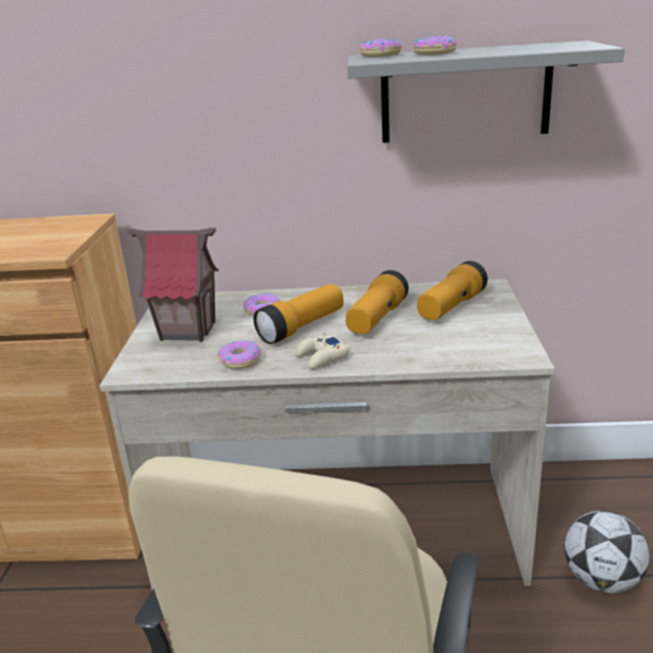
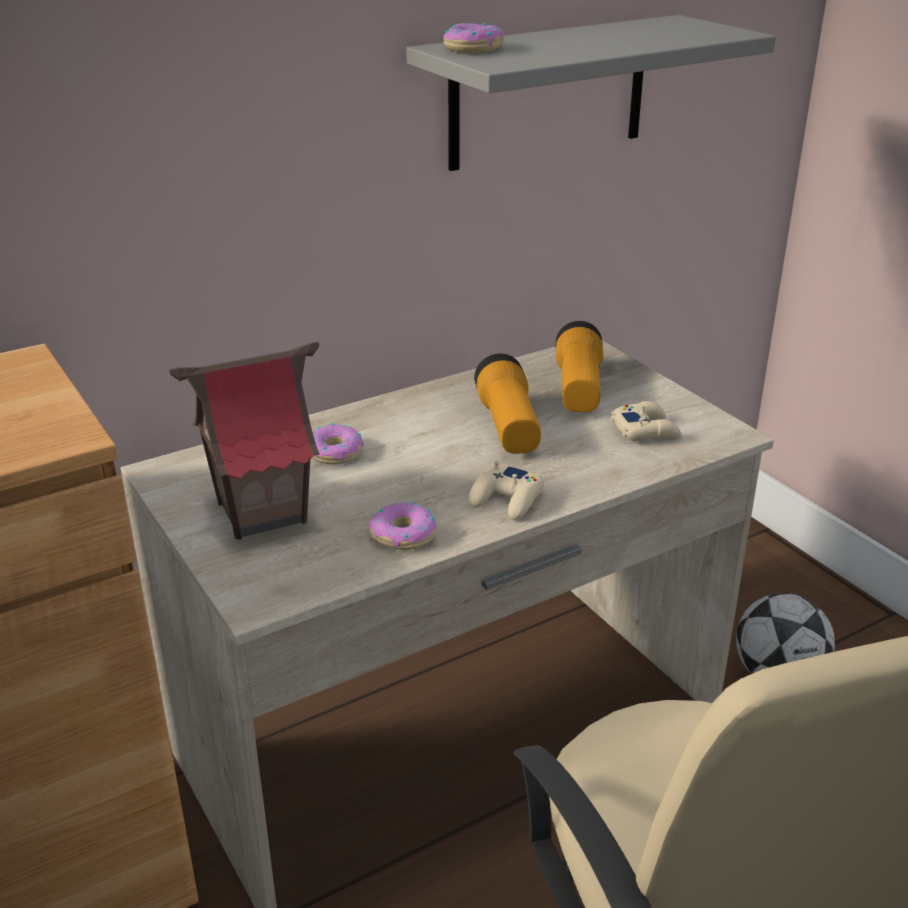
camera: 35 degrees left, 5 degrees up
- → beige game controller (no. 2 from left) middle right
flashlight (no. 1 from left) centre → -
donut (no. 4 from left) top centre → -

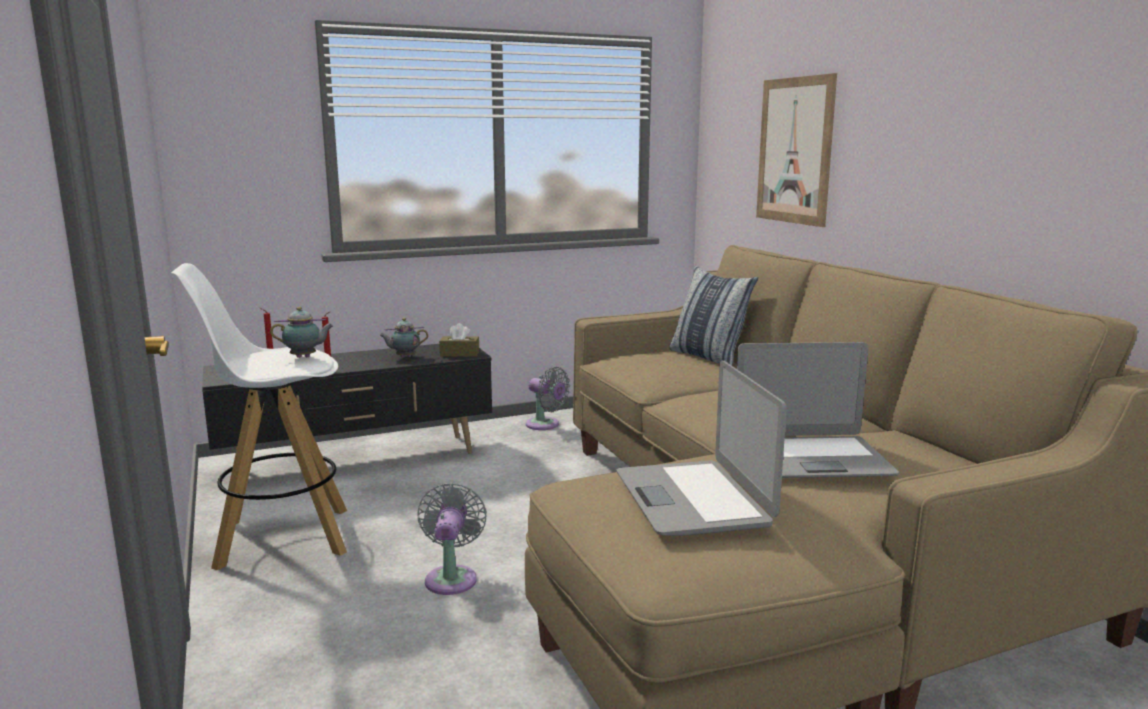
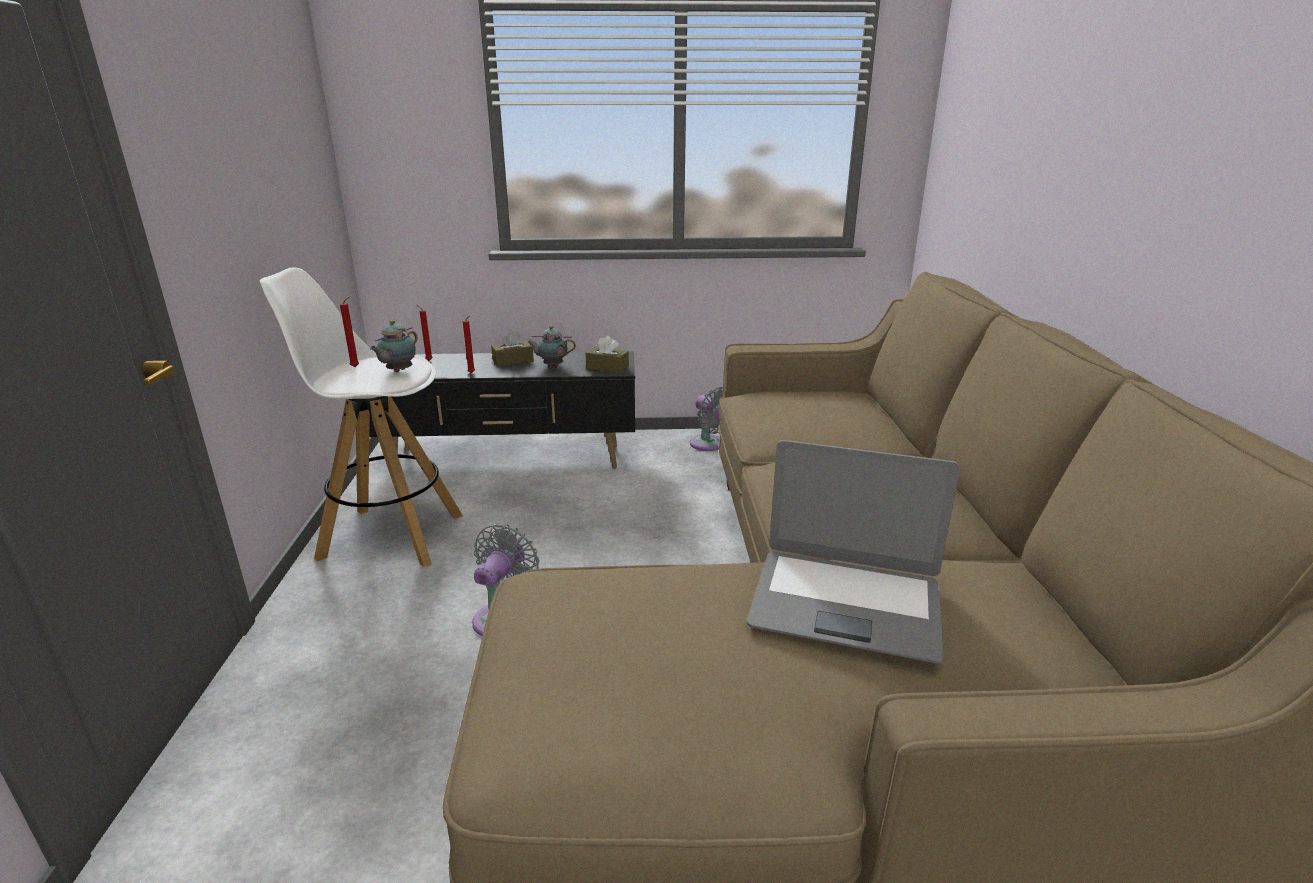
camera: 20 degrees right, 10 degrees up
- → red candle (no. 1 from left) middle left
teapot (no. 1 from left) middle left, 105 degrees clockwise
- → brown tissue box (no. 1 from left) centre
laptop (no. 1 from left) centre → -
pillow centre → -
picture top right → -

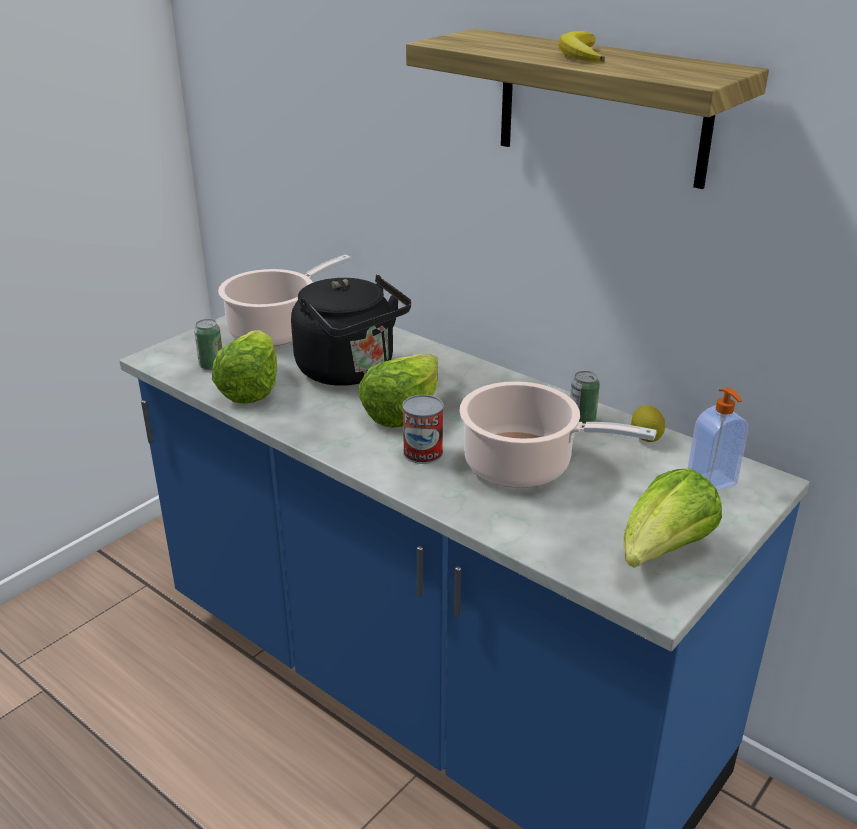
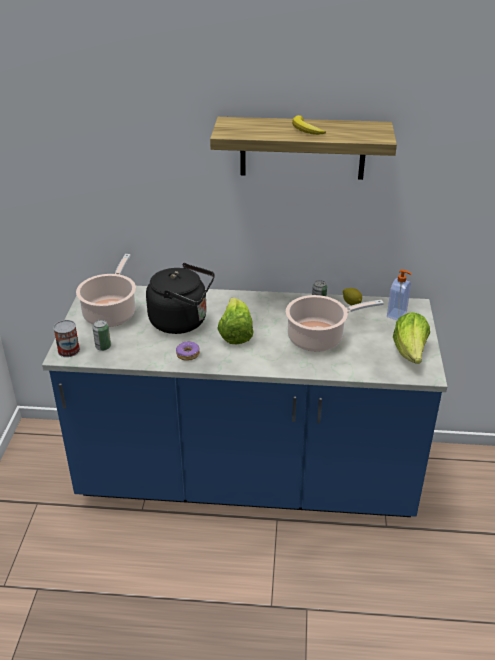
camera: 35 degrees left, 5 degrees up
can (no. 2 from left in the first image) centre → can (no. 1 from left) middle left, shifted
- → donut centre
lettuce (no. 1 from left) middle left → -

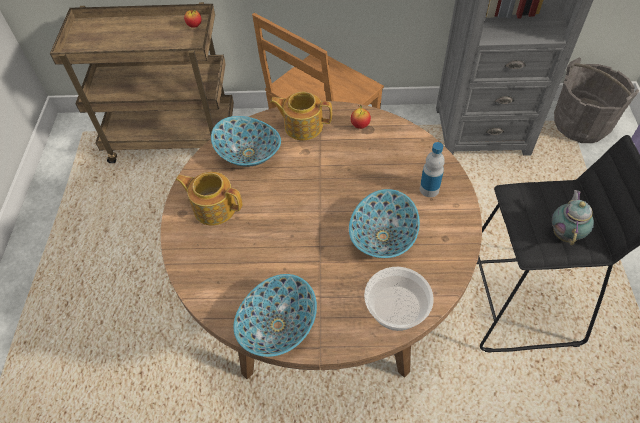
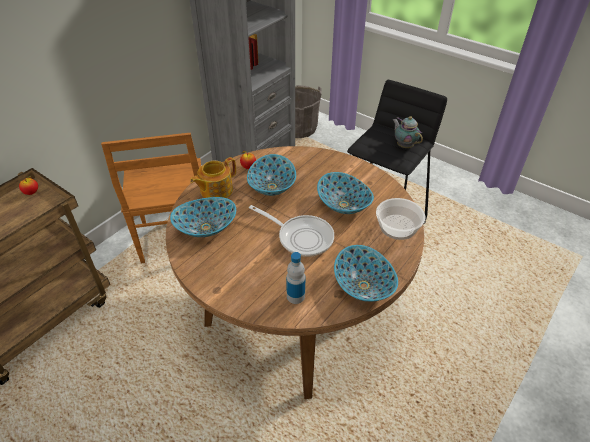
camera: 55 degrees left, 10 degrees down
- → bowl (no. 2 from left) centre
- → frying pan centre
bottle middle right → bottle centre, shifted
teapot (no. 1 from left) middle left → -

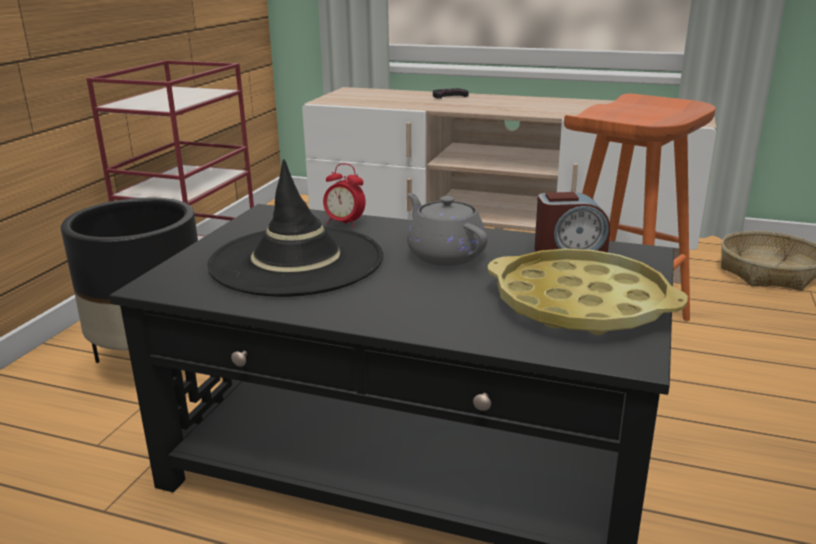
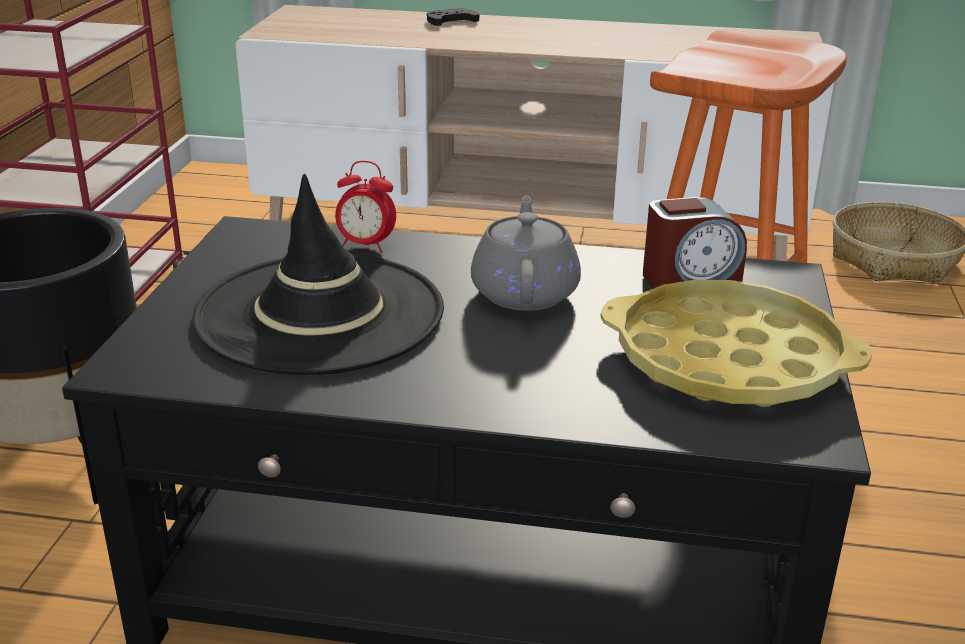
camera: 10 degrees left, 5 degrees up
grey teapot centre, 45 degrees clockwise

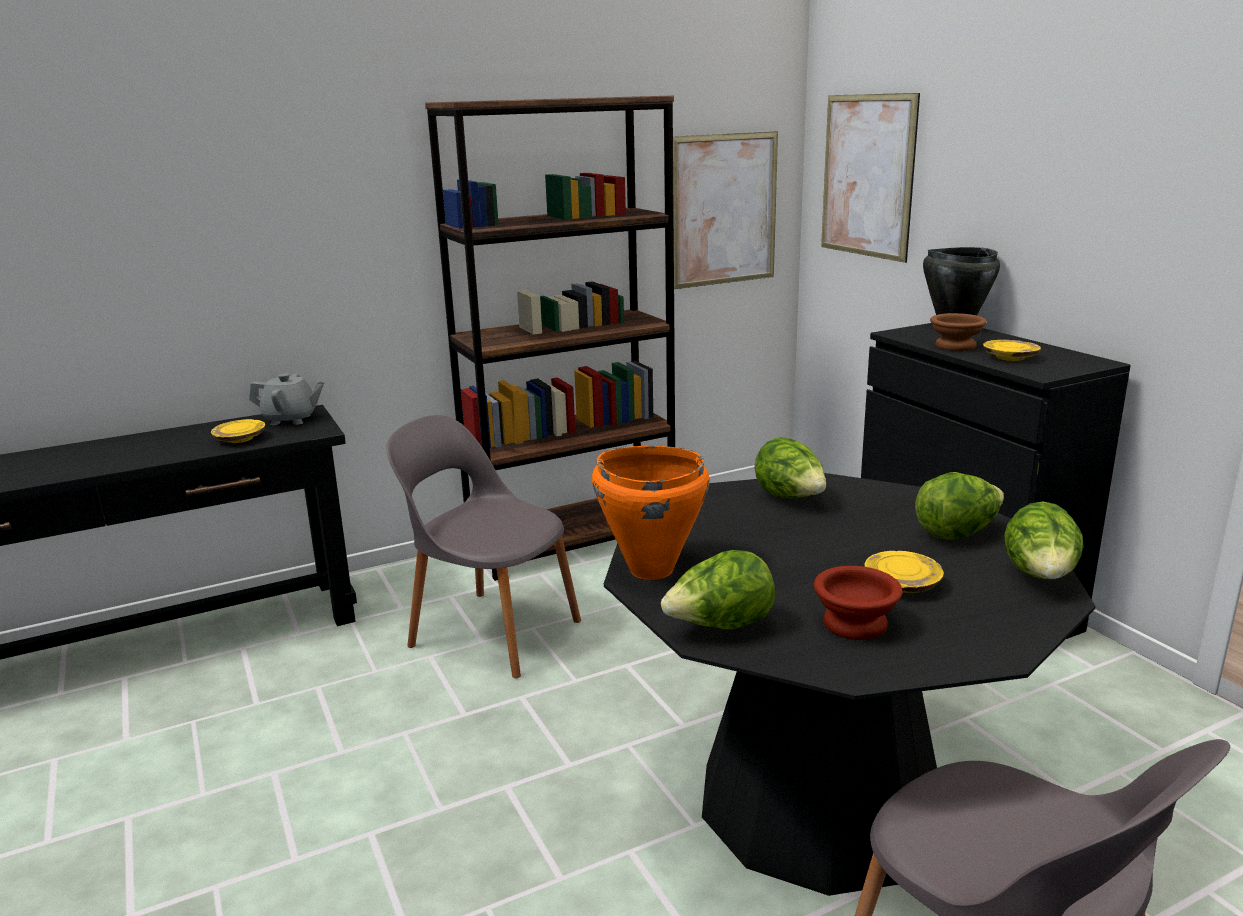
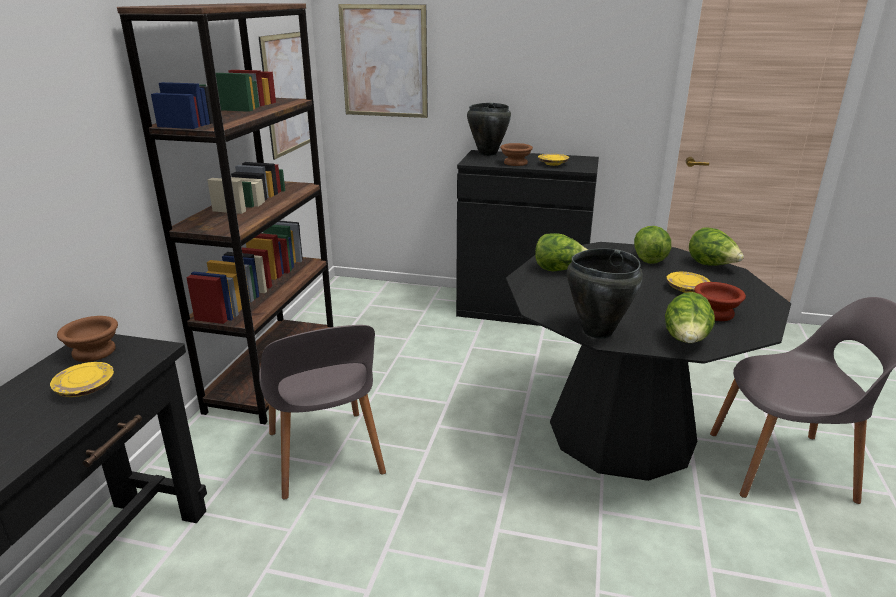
camera: 50 degrees left, 5 degrees up
grey teapot middle left → brown bowl (no. 1 from left) middle left
grey chair (no. 1 from left) centre → grey chair (no. 1 from left) bottom centre, 90 degrees counterclockwise
orange cooking pot centre → black cooking pot (no. 2 from left) middle right

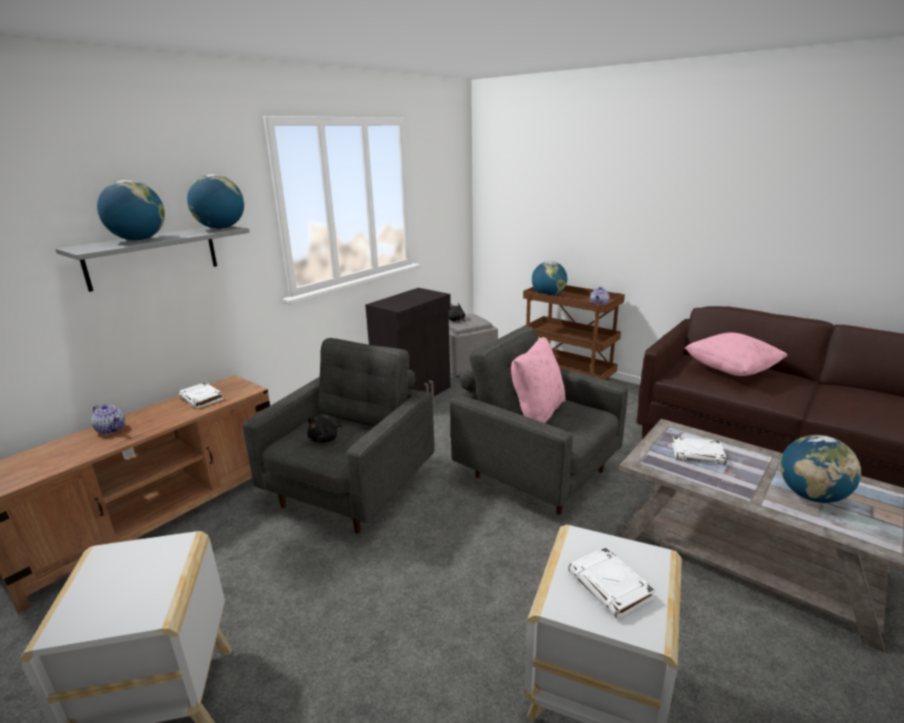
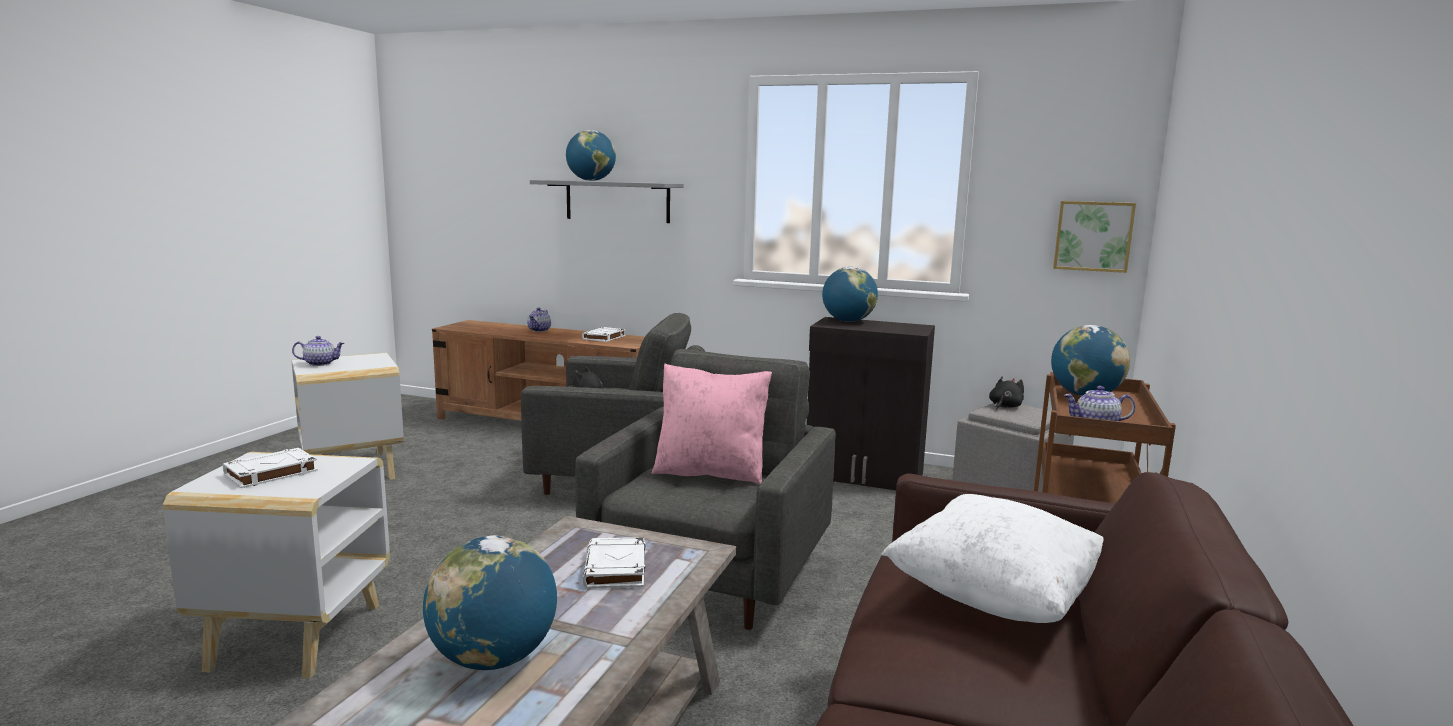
camera: 70 degrees right, 10 degrees down
- → teapot (no. 1 from left) middle left
globe (no. 2 from left in the first image) top left → globe (no. 3 from left) centre, shifted
pink pillow (no. 2 from left) middle right → white pillow bottom right
- → picture top right

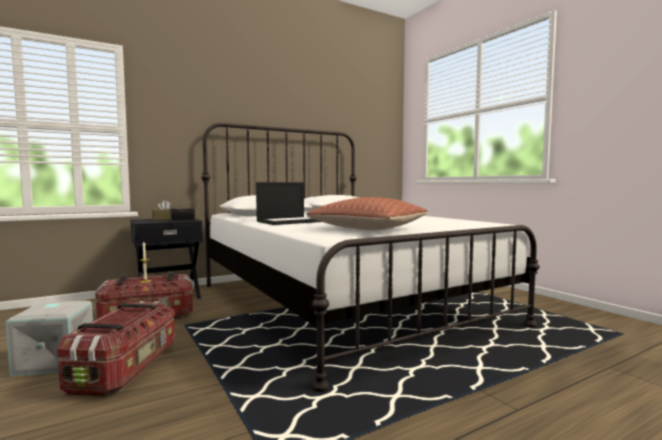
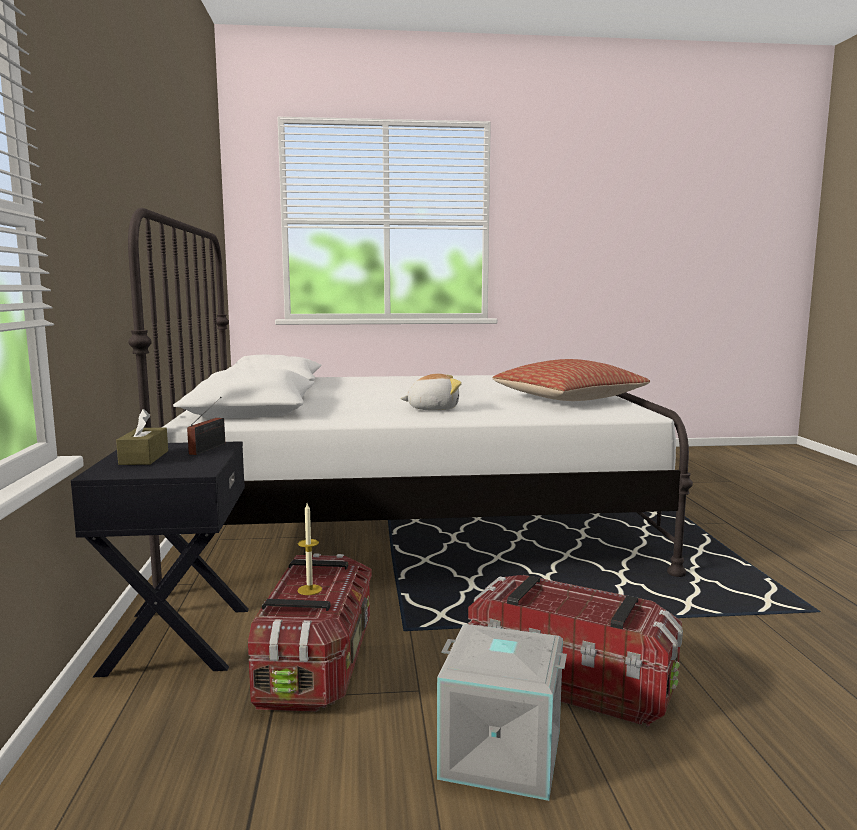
camera: 65 degrees left, 5 degrees up
laptop centre → plush toy centre

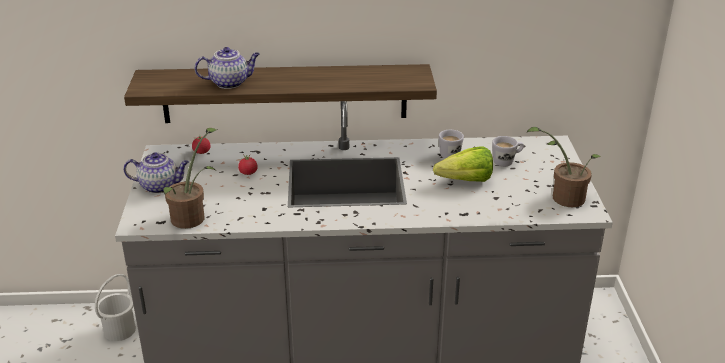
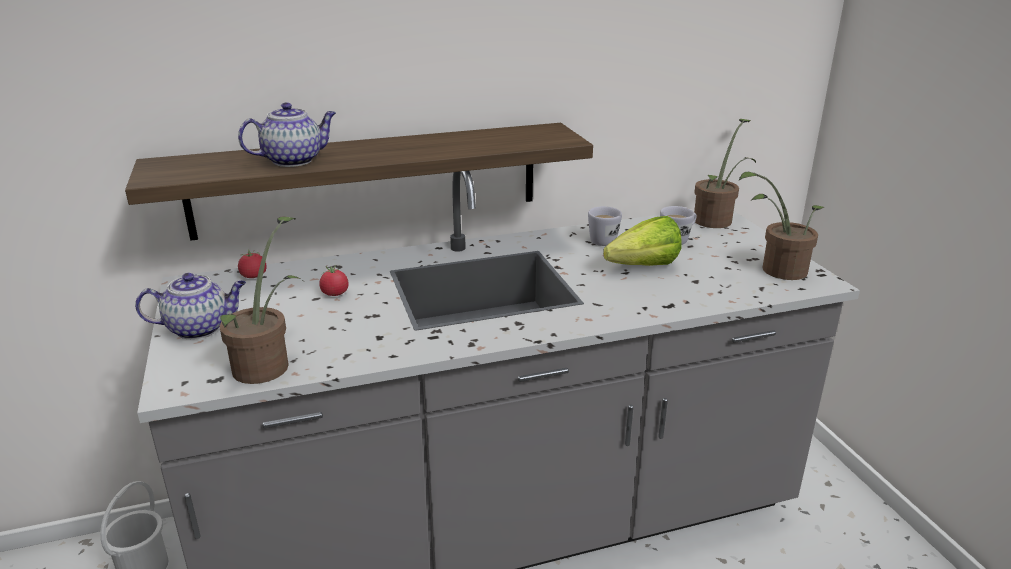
camera: 15 degrees left, 5 degrees down
- → potted plant (no. 2 from left) top right

